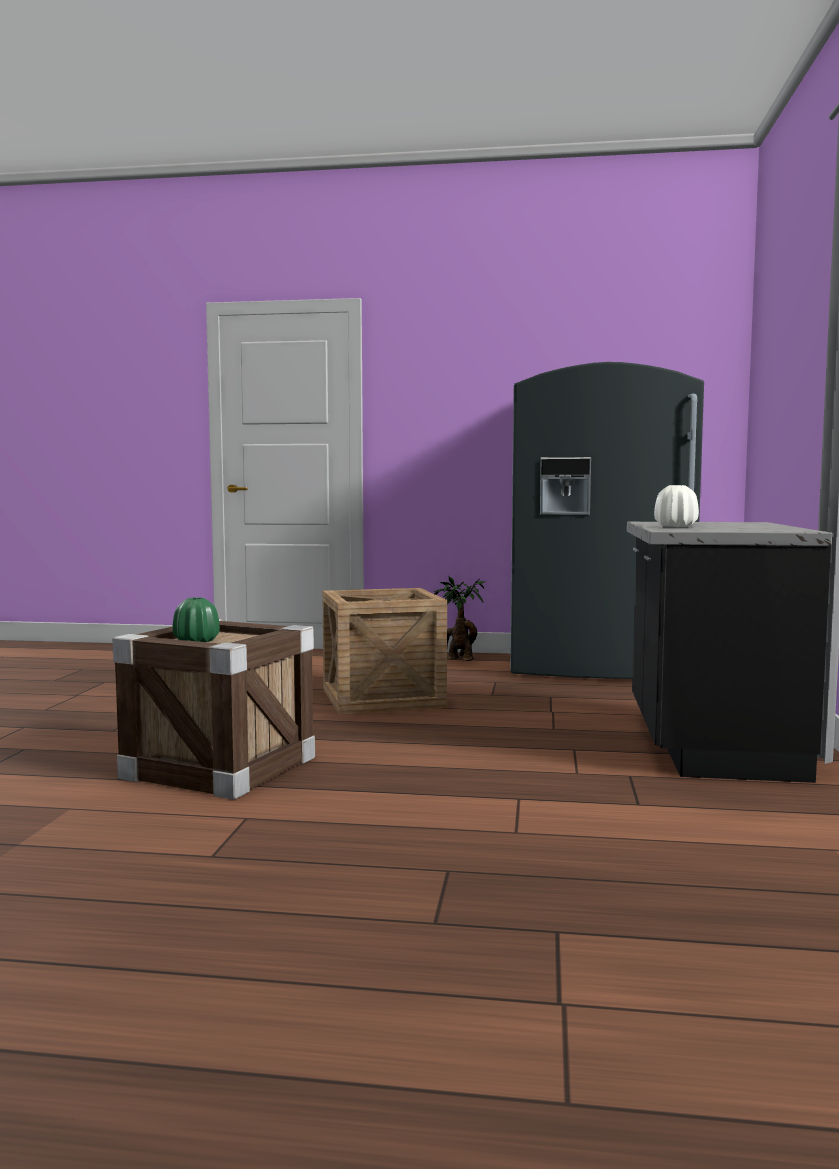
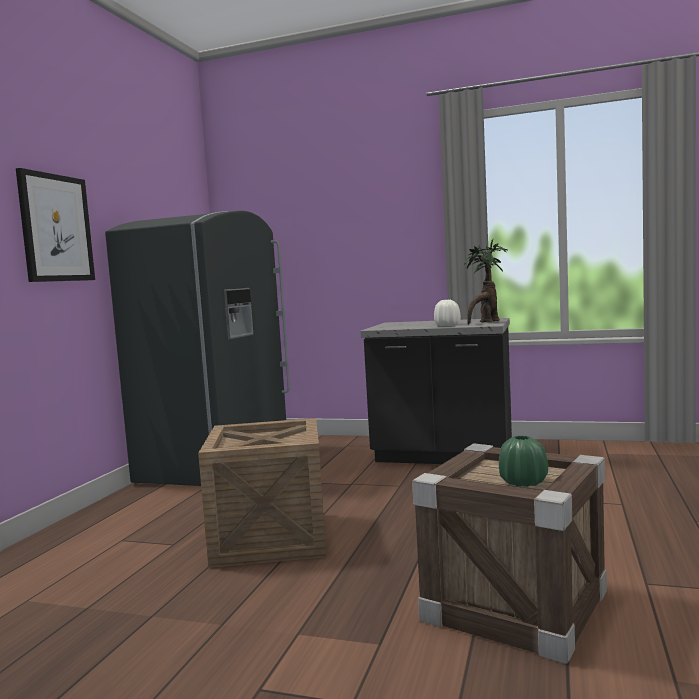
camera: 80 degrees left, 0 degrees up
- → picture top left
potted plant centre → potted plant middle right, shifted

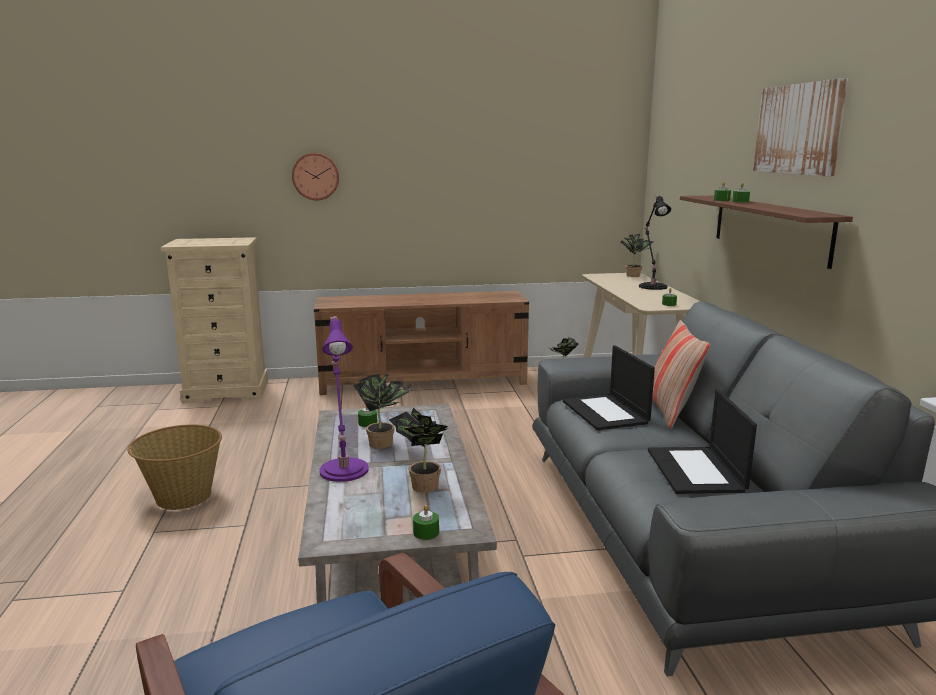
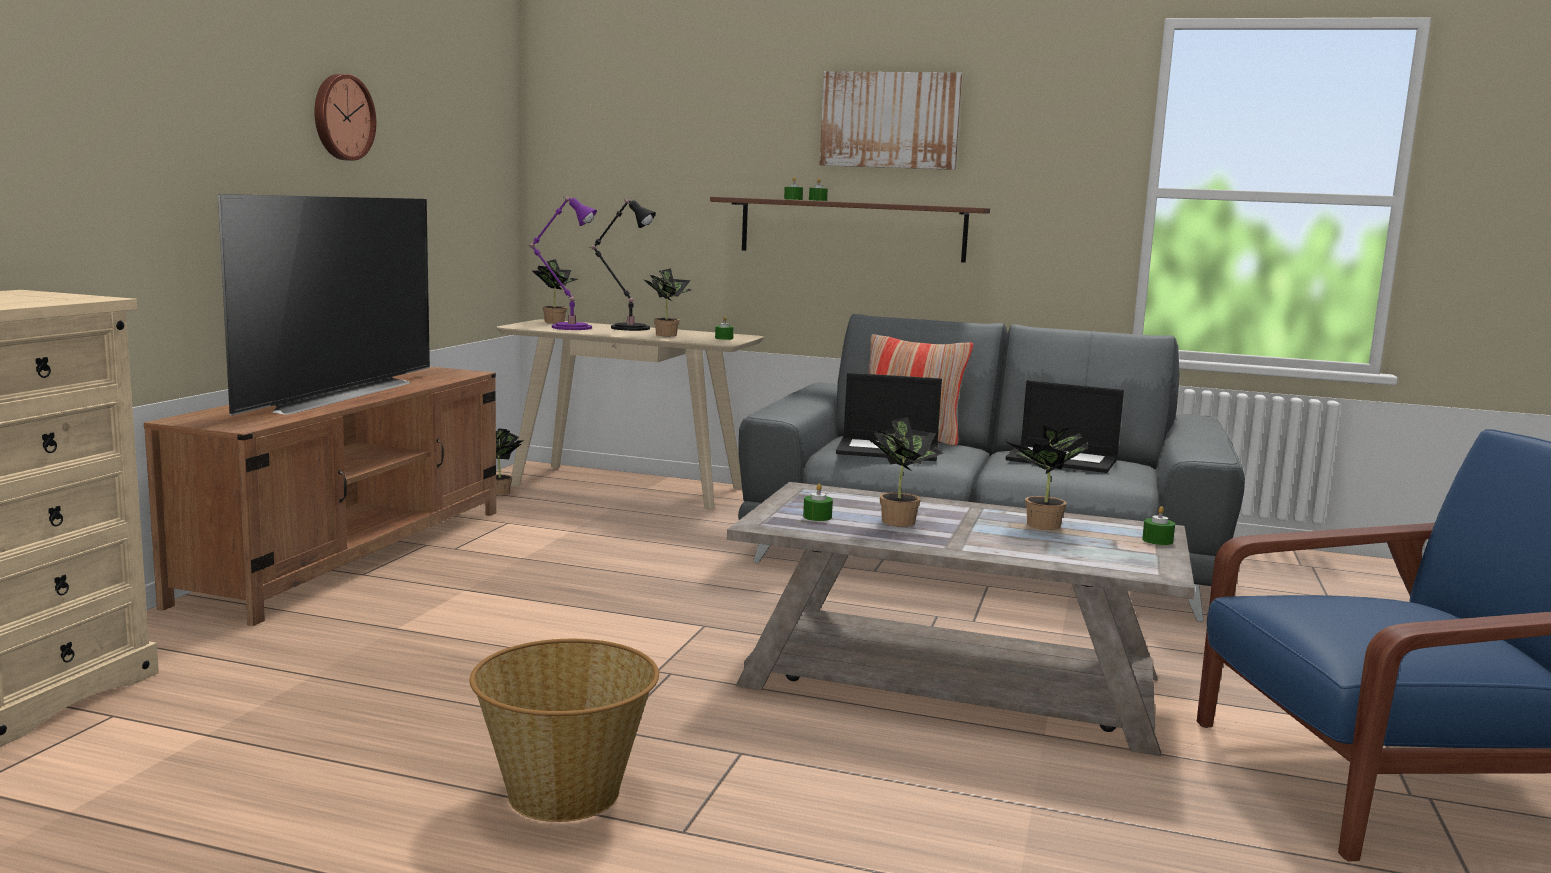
camera: 65 degrees left, 5 degrees down
- → television middle left
wall clock top centre → wall clock top left, shifted
purple table lamp centre → purple table lamp top centre, shifted
- → potted plant (no. 3 from left) centre

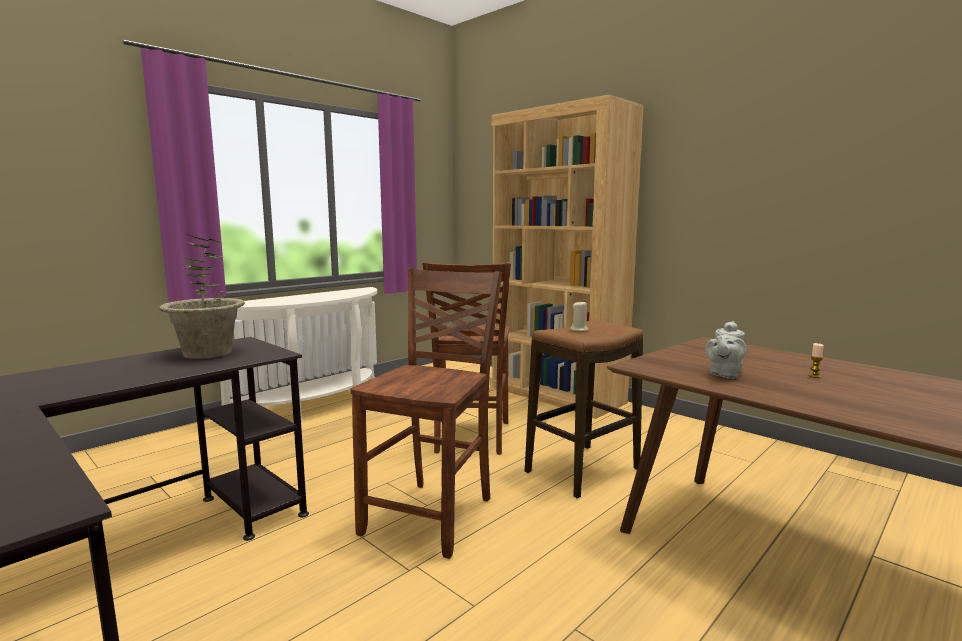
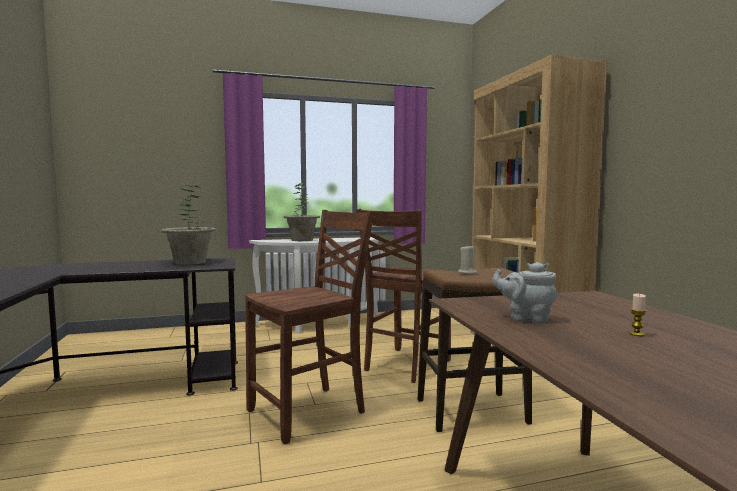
camera: 30 degrees right, 5 degrees down
- → potted plant (no. 2 from left) centre
grey teapot middle right, 45 degrees clockwise

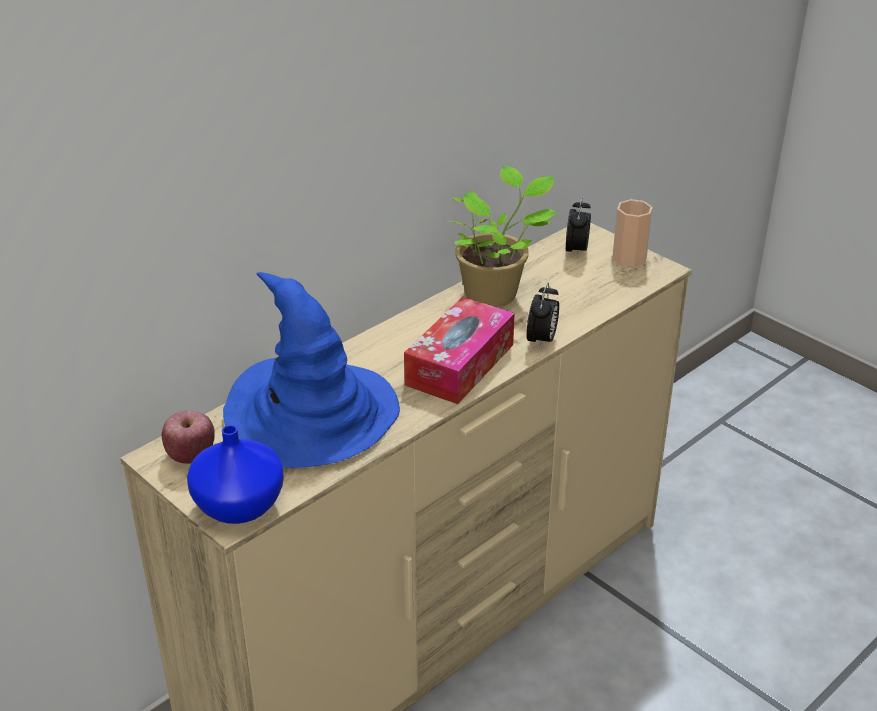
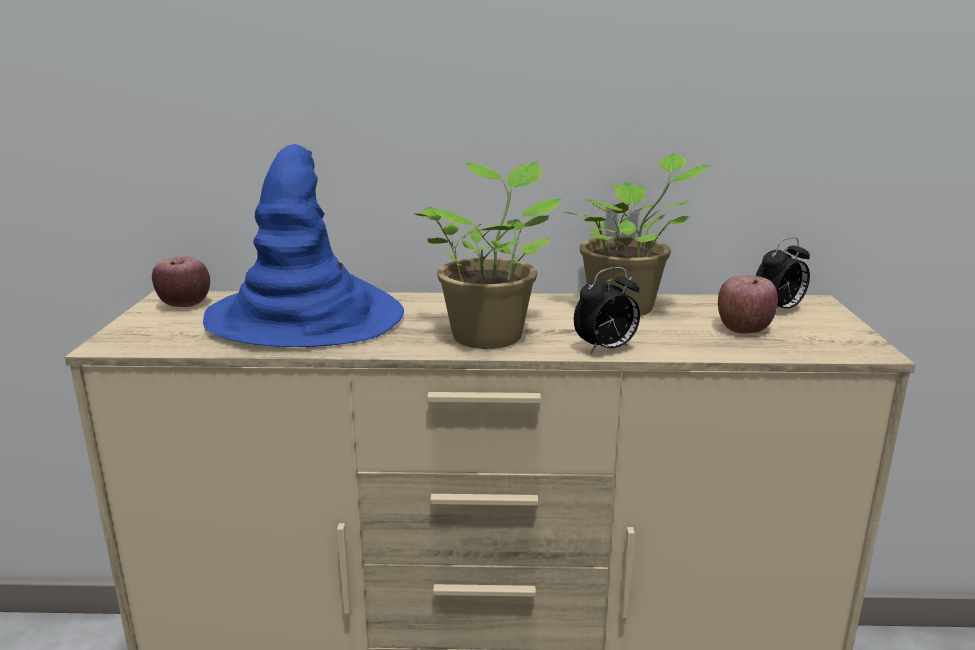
camera: 45 degrees right, 15 degrees down
tissue box centre → potted plant (no. 1 from left) centre
- → apple (no. 2 from left) middle right
blue vase bottom left → -
cup top right → -

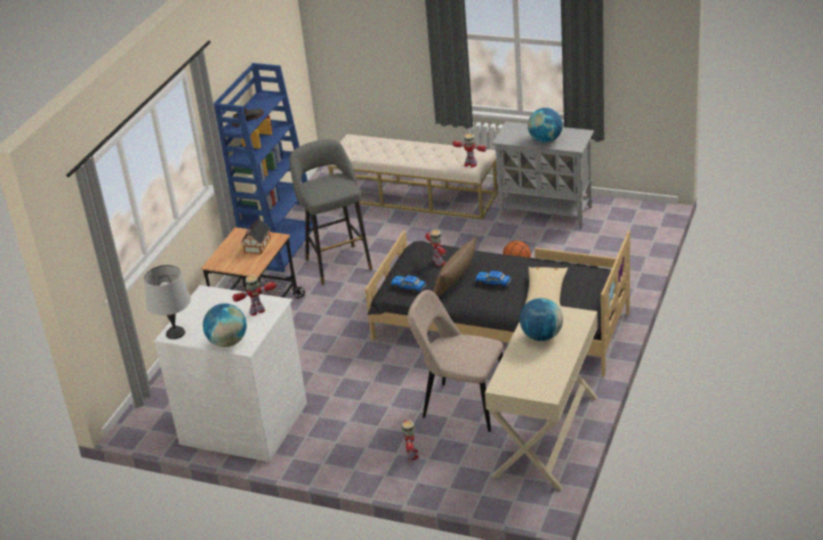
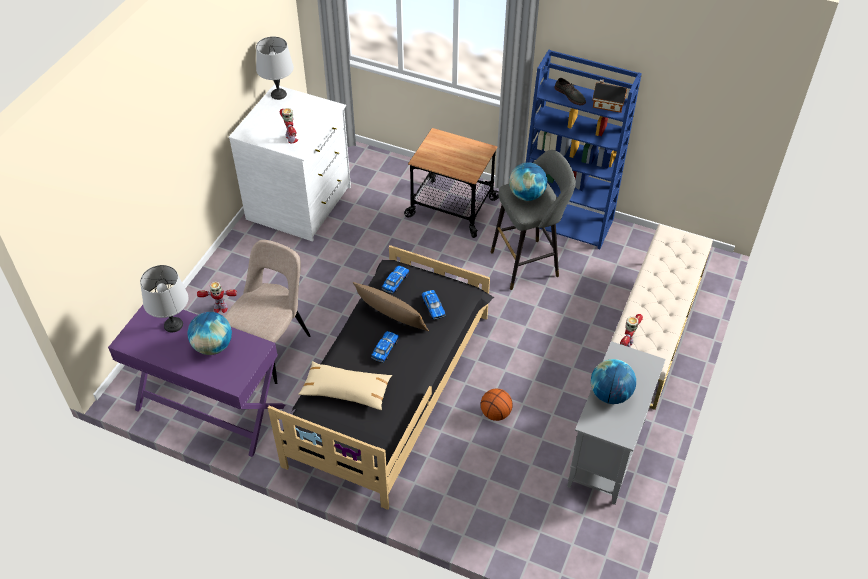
camera: 90 degrees right, 15 degrees up
beige desk bottom centre → purple desk middle left
- → grey table lamp (no. 1 from left) middle left
toy robot (no. 3 from left) centre → toy car (no. 3 from left) centre
globe (no. 1 from left in the first image) middle left → globe (no. 2 from left) top centre, shifted
toy house middle left → toy house top right, shifted

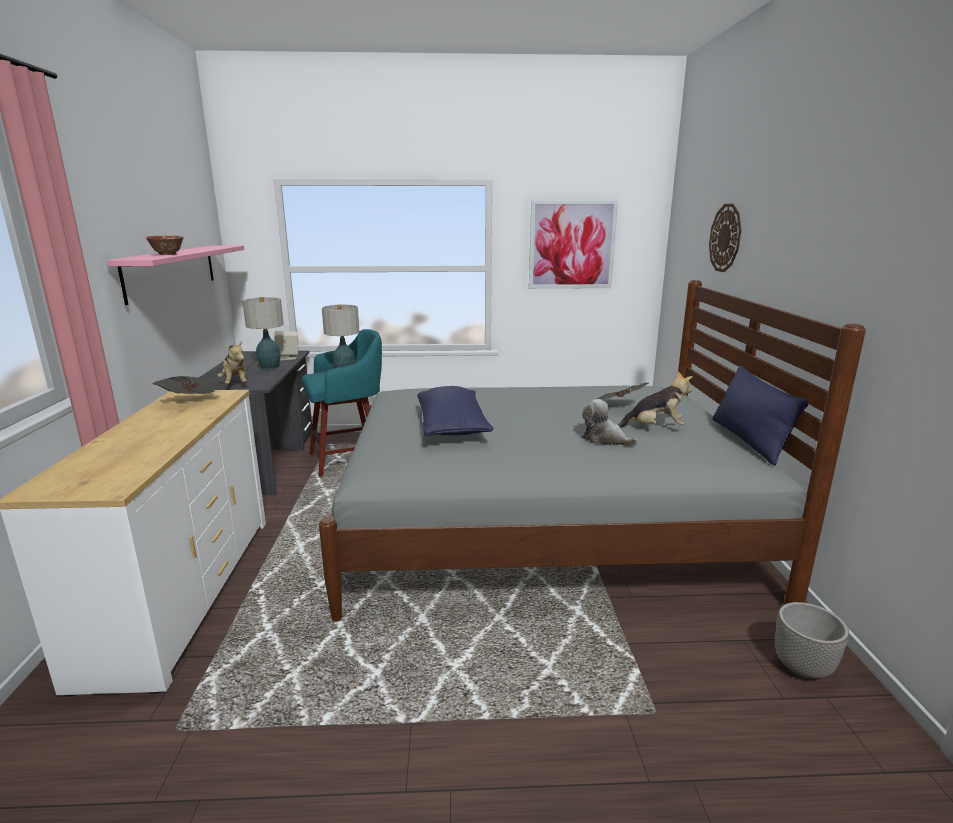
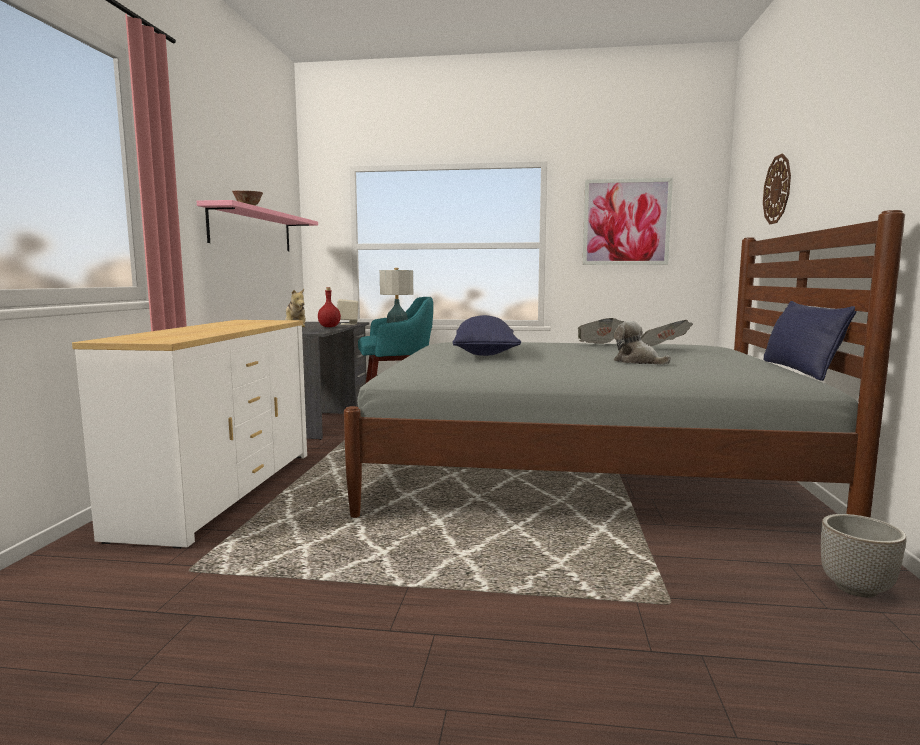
camera: 10 degrees right, 10 degrees down
table lamp (no. 1 from left) middle left → red bottle centre
newspaper (no. 1 from left) middle left → newspaper (no. 1 from left) centre, shifted
plush toy (no. 3 from left) middle right → -

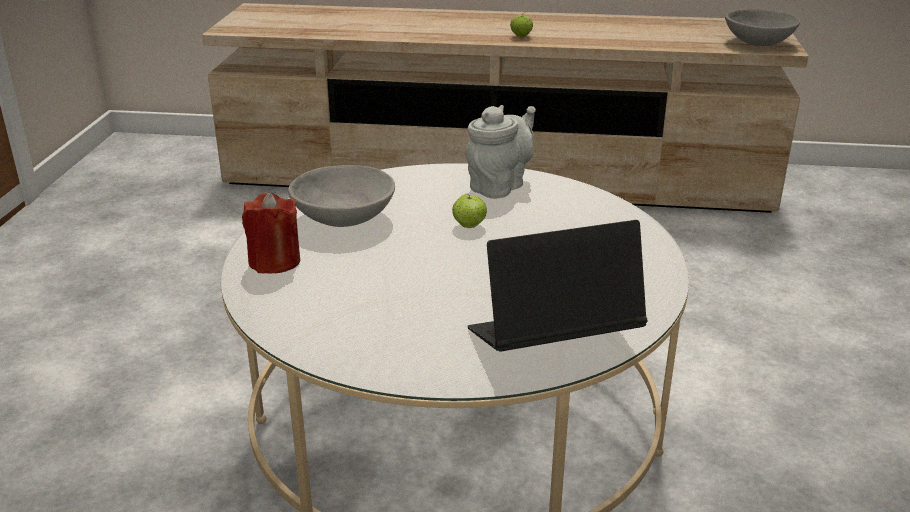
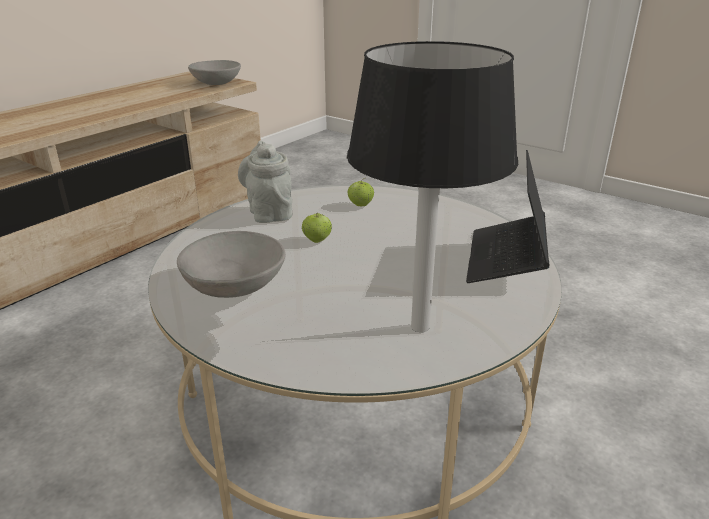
camera: 60 degrees left, 0 degrees up
- → black table lamp centre
apple (no. 2 from left) top centre → apple (no. 2 from left) centre, shifted
red candle middle left → -

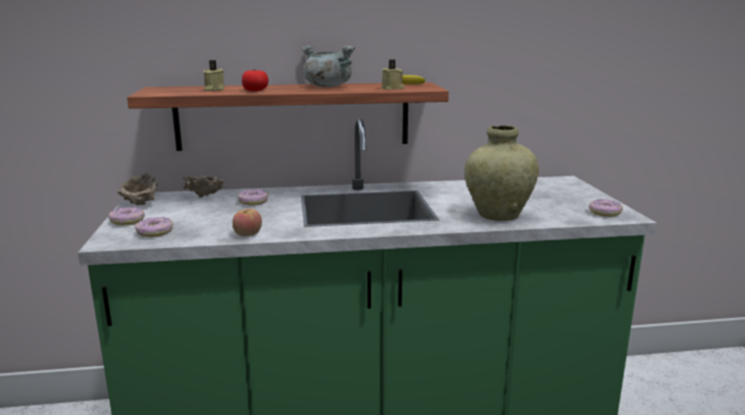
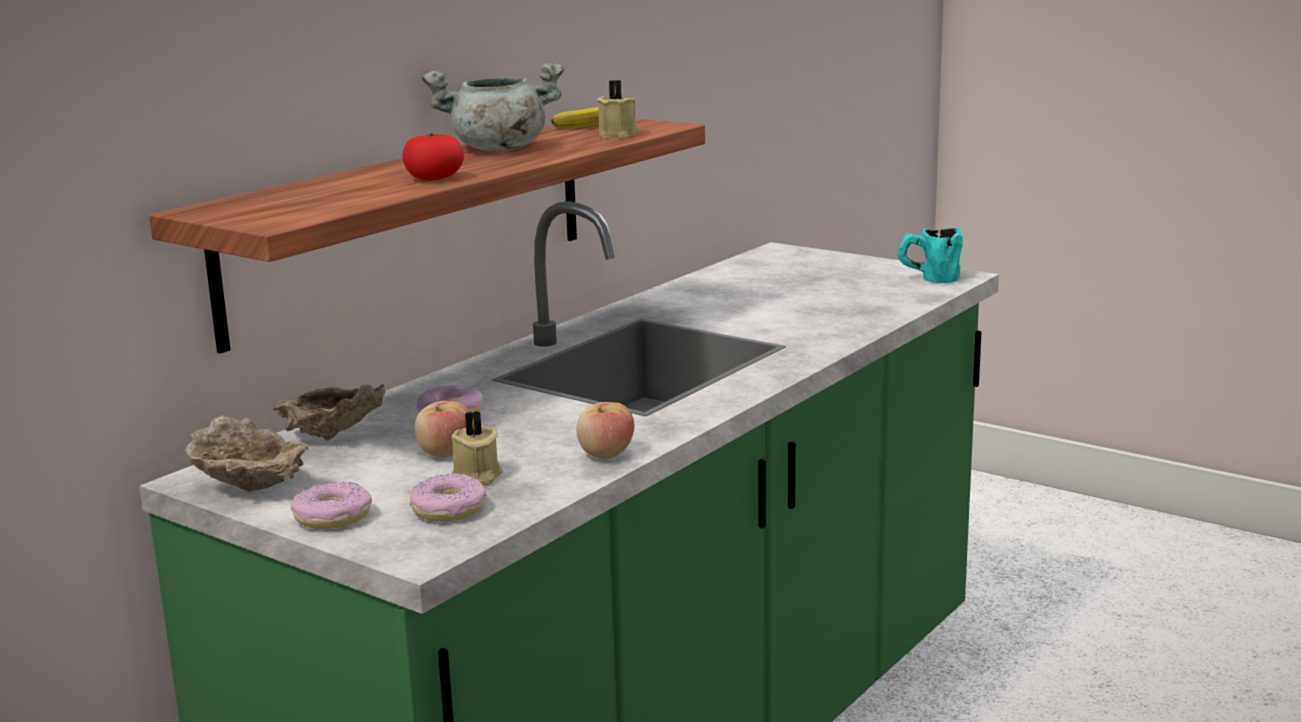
camera: 45 degrees left, 0 degrees up
- → apple (no. 1 from left) centre
beige candle (no. 1 from left) top left → beige candle (no. 1 from left) centre, shifted
donut (no. 4 from left) middle right → turquoise mug middle right
beige vase middle right → -

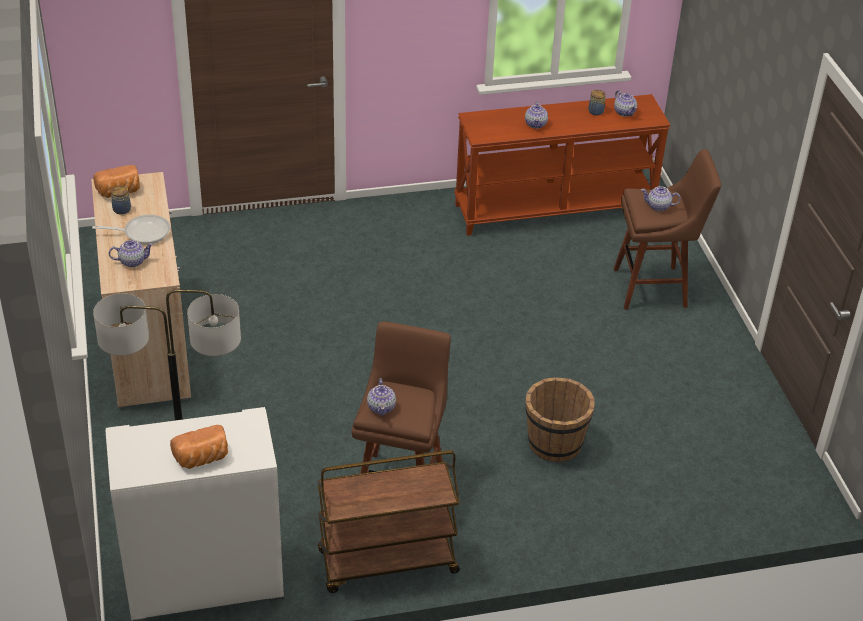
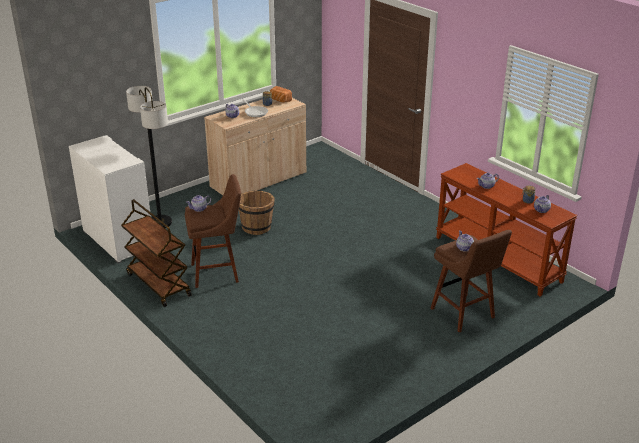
camera: 65 degrees right, 10 degrees down
brown bucket bottom centre → brown bucket centre, shifted
bread (no. 2 from left) bottom left → -

